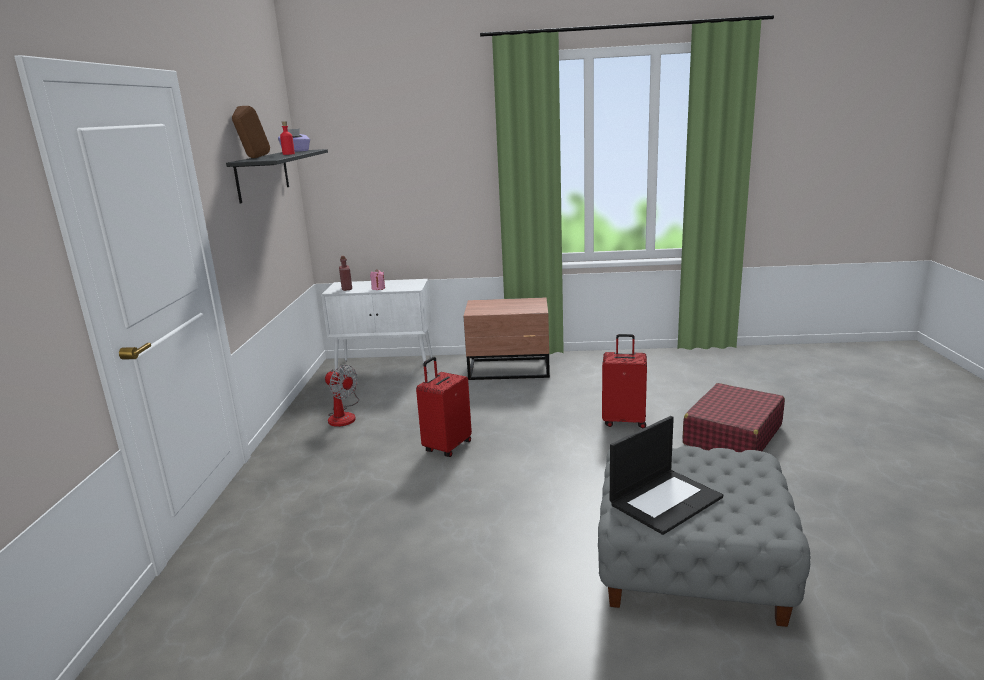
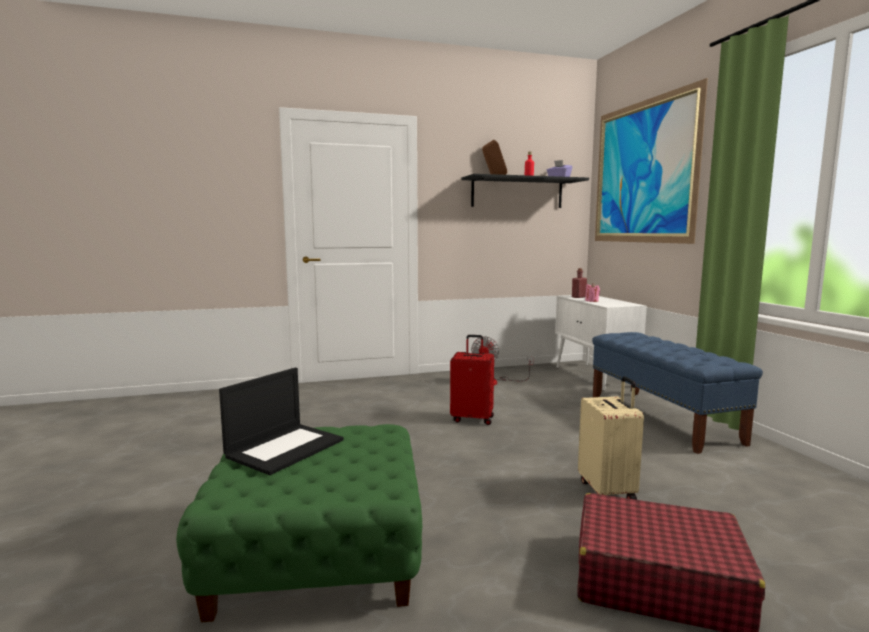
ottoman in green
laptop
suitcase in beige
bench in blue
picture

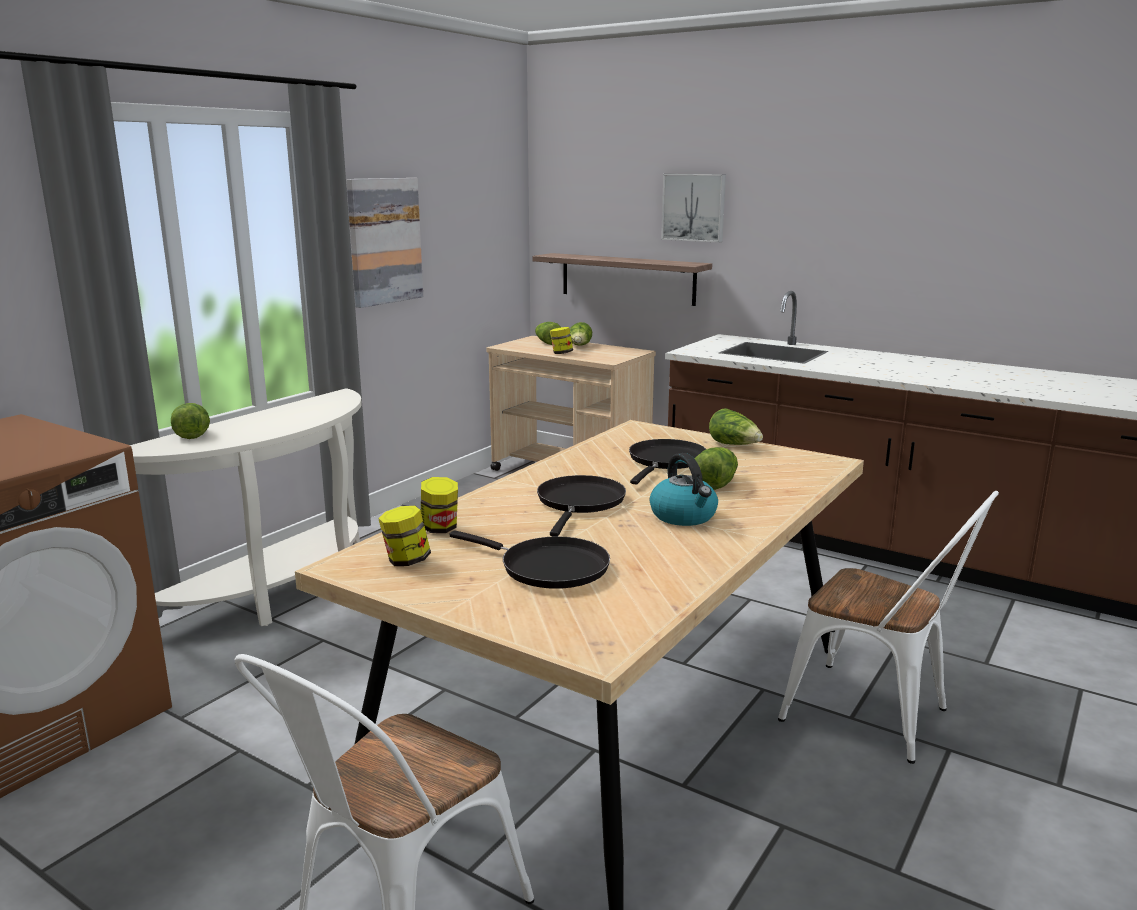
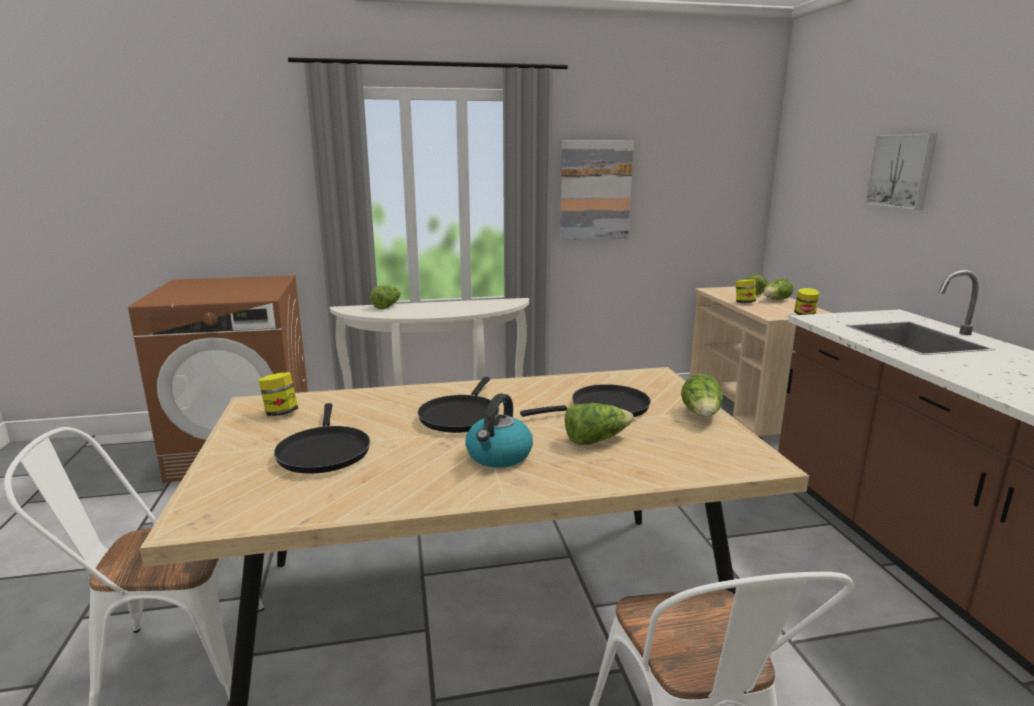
frying pan in black (no. 2 from left)
jar (no. 3 from left)
shelf

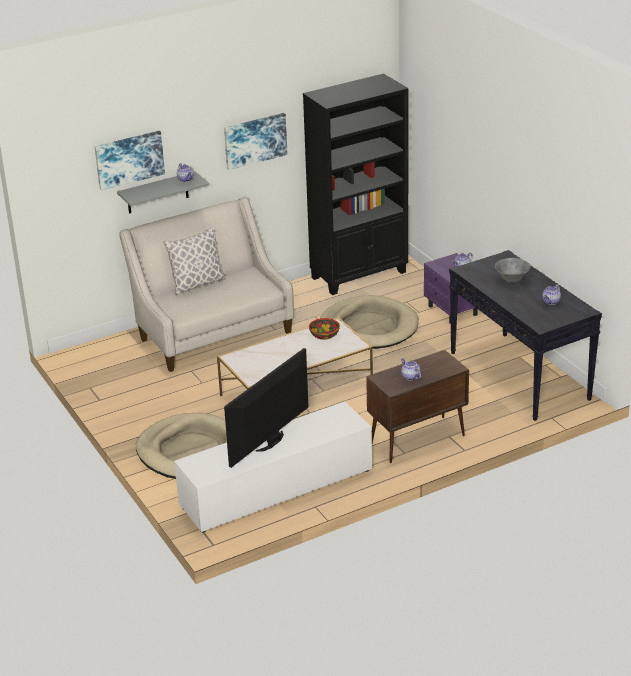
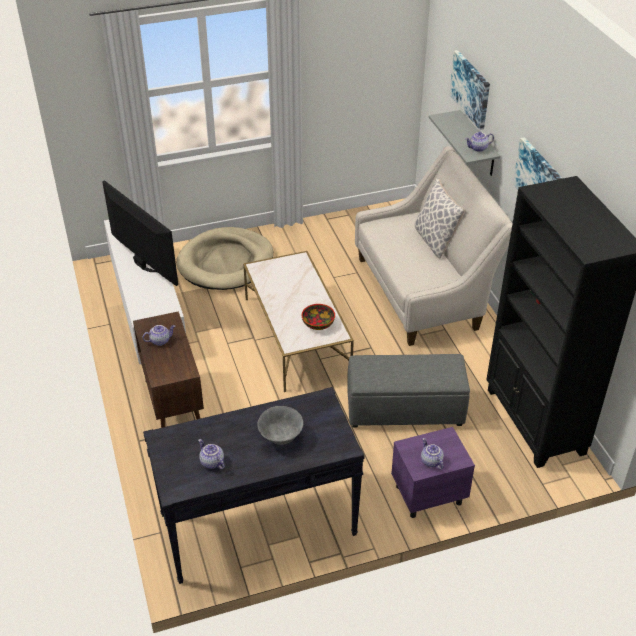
ottoman in grey

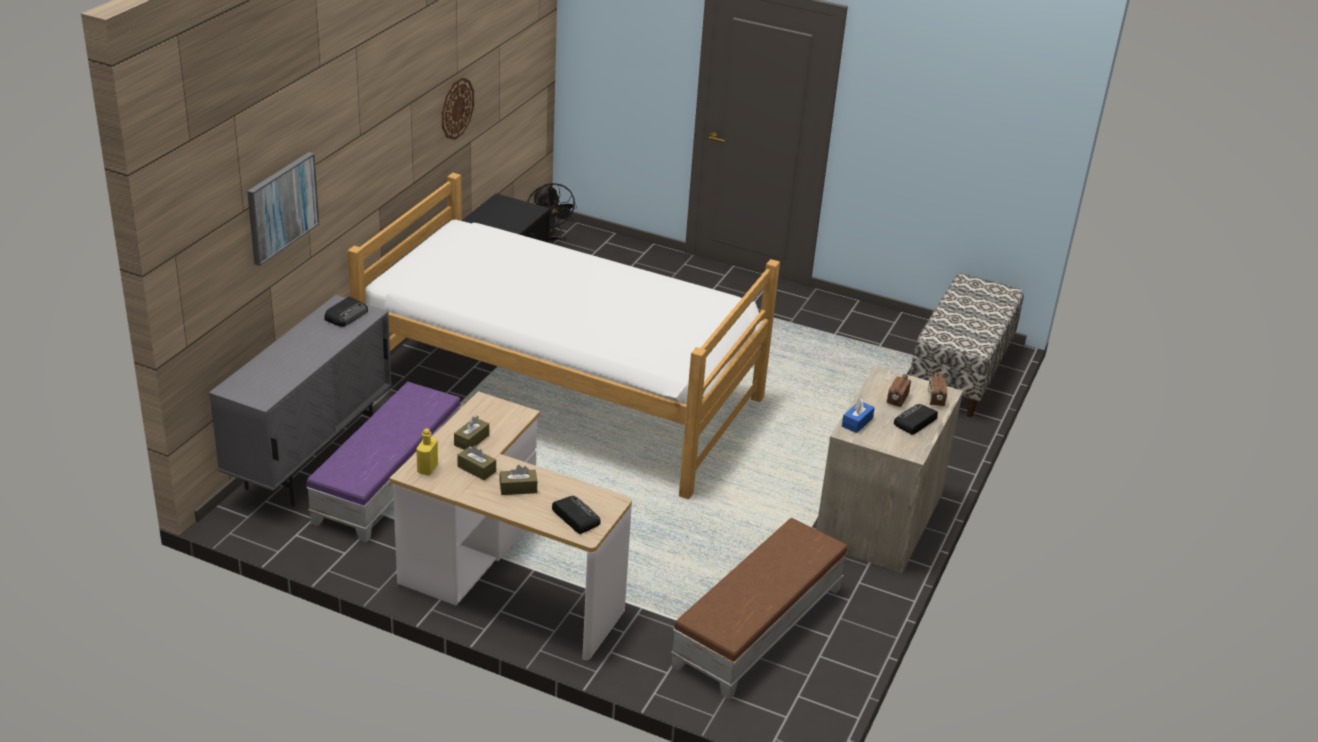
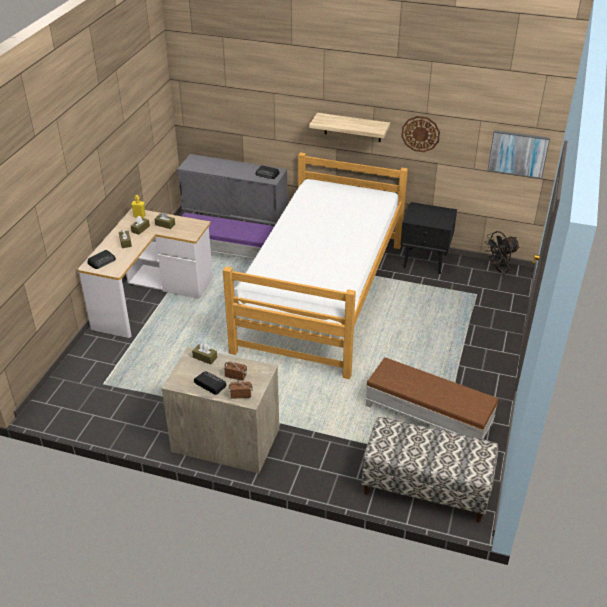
tissue box in brown (no. 4 from left)
shelf
ottoman in brown
picture

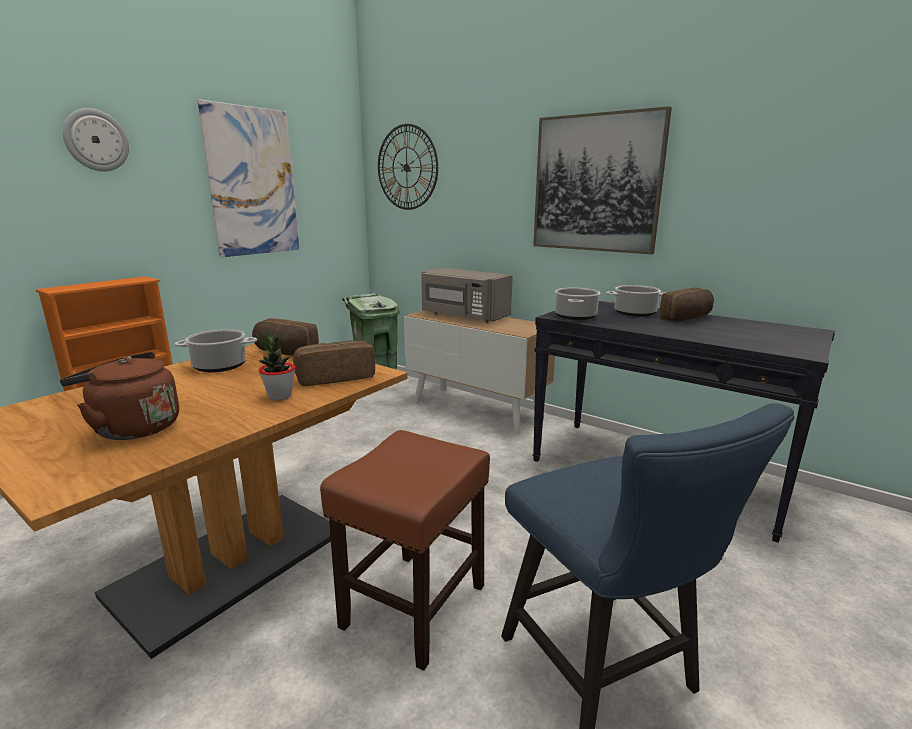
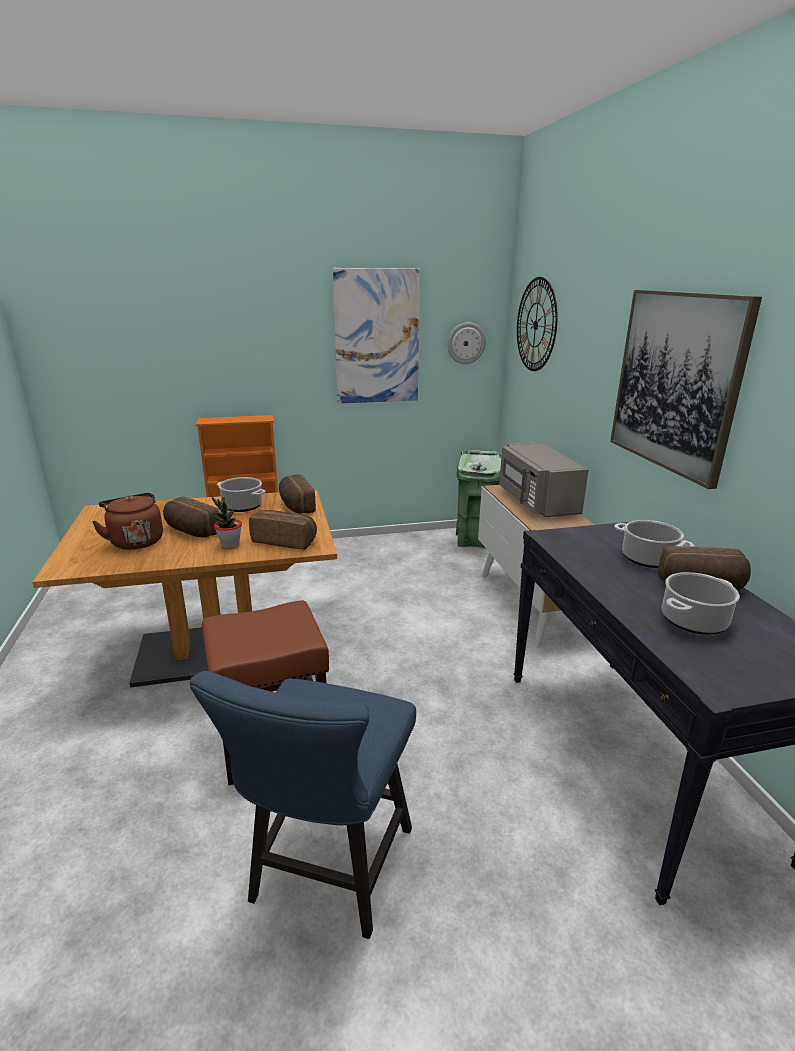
bread (no. 1 from left)
wall clock (no. 1 from left)
cooking pot (no. 3 from left)

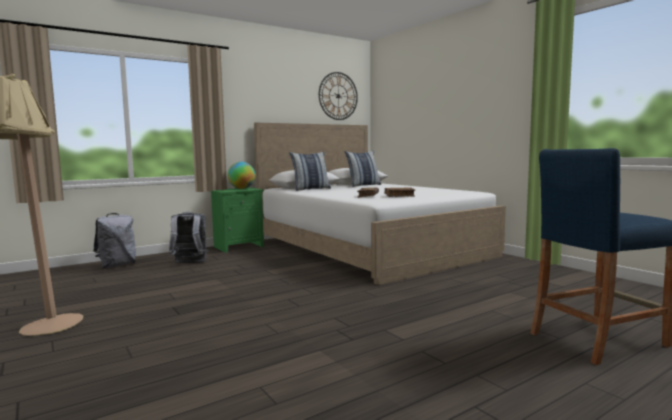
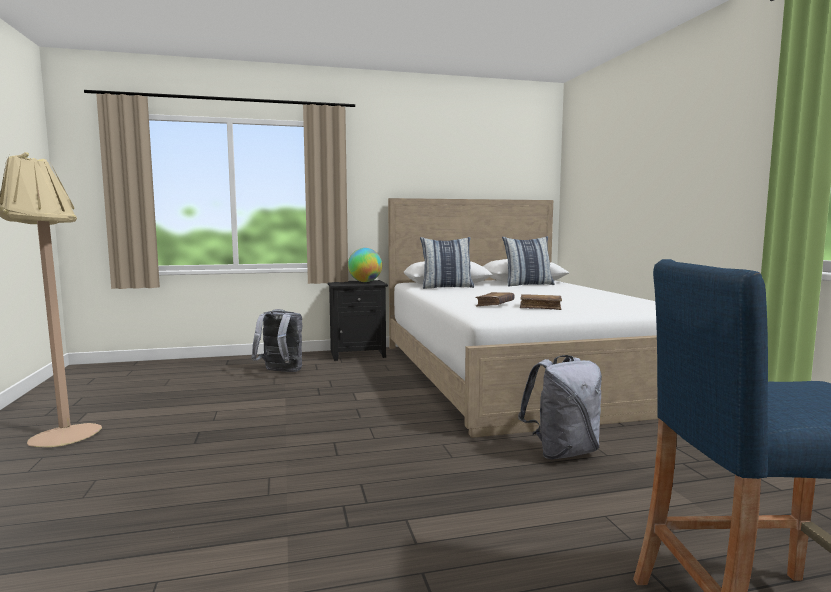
nightstand in black
backpack in grey (no. 2 from left)
wall clock

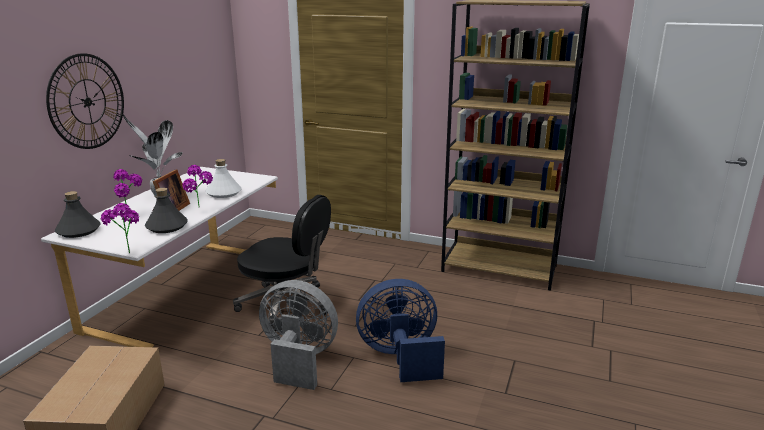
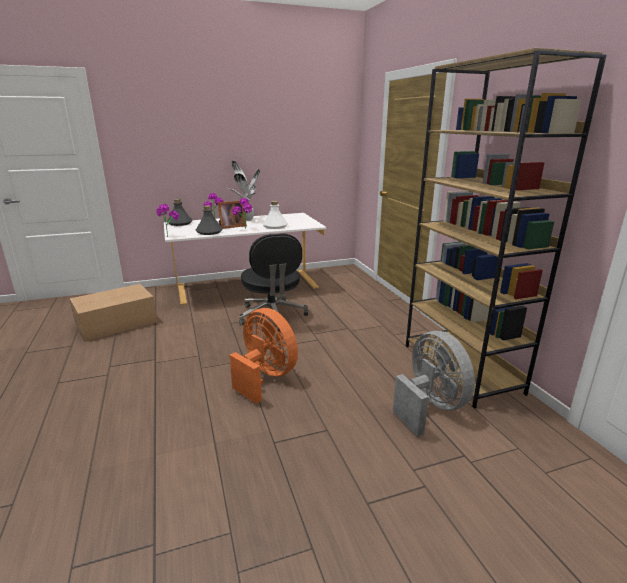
fan in orange
fan in grey
wall clock

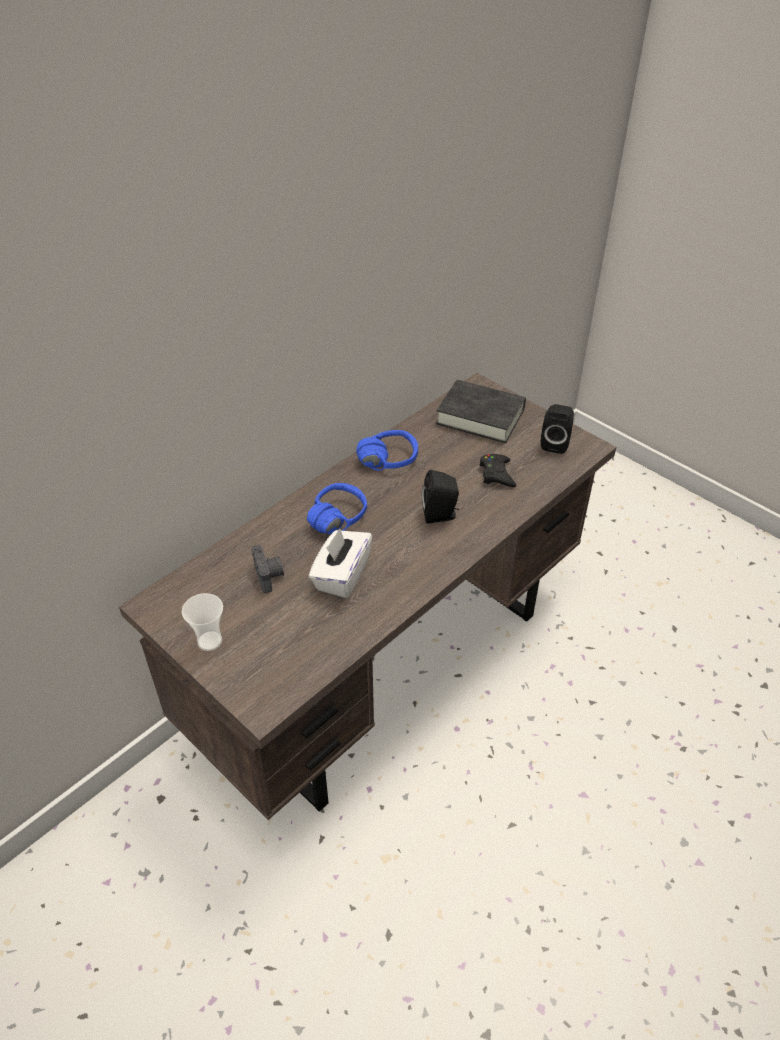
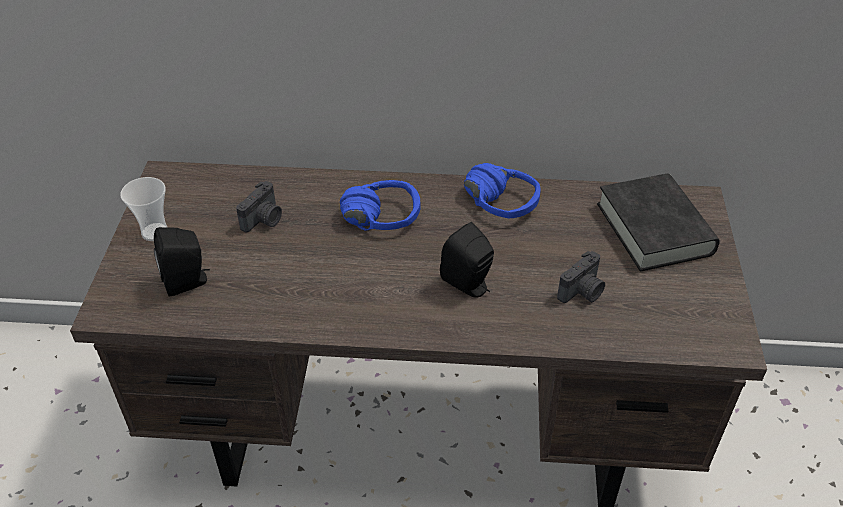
speaker in black (no. 1 from left)
photo camera (no. 2 from left)
tissue box in white

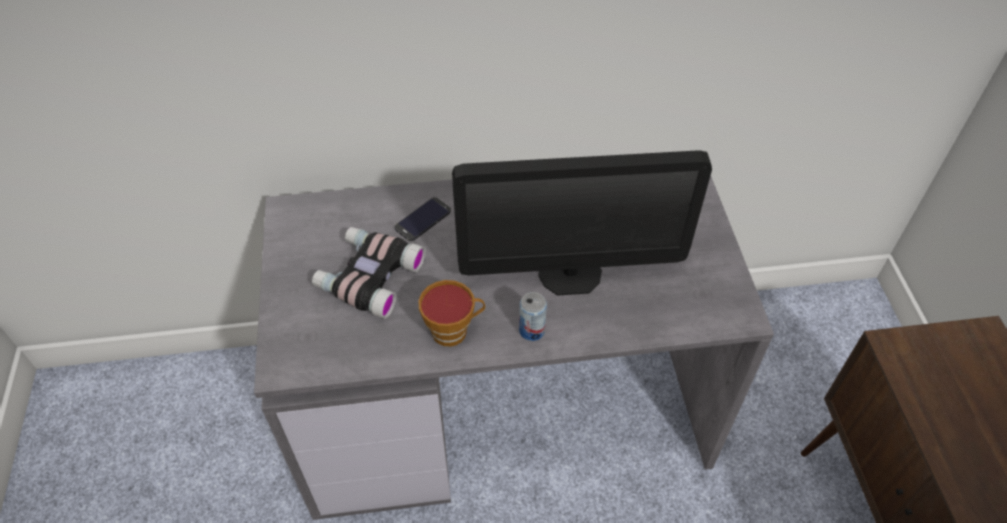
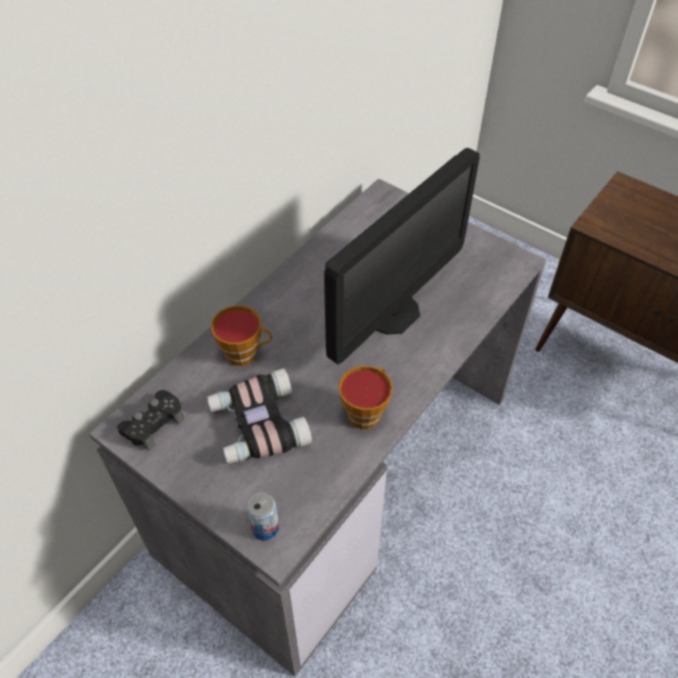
game controller in black
cup (no. 1 from left)
can

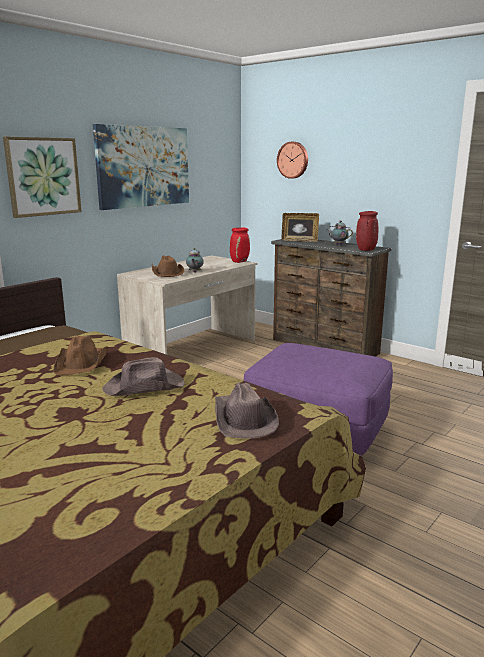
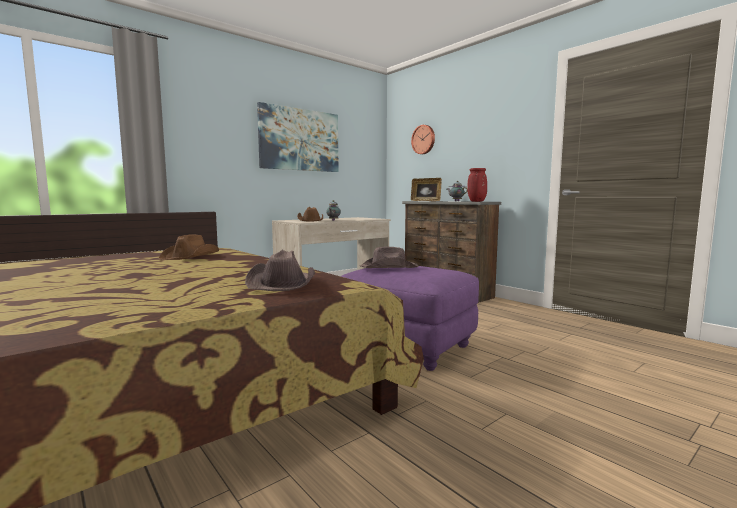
hat in brown (no. 4 from left)
picture (no. 1 from left in the first image)
vase in red (no. 1 from left in the first image)

